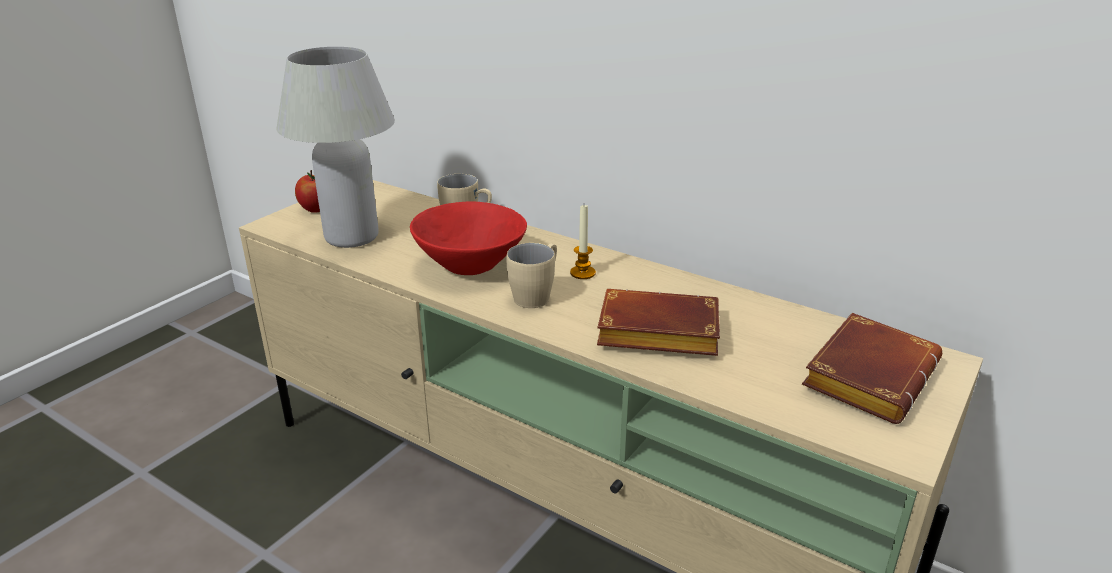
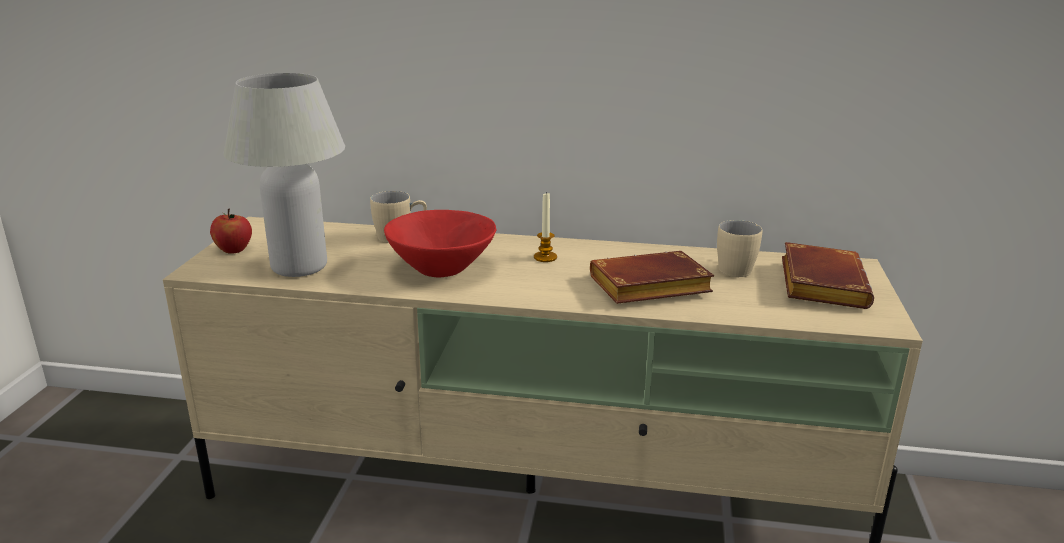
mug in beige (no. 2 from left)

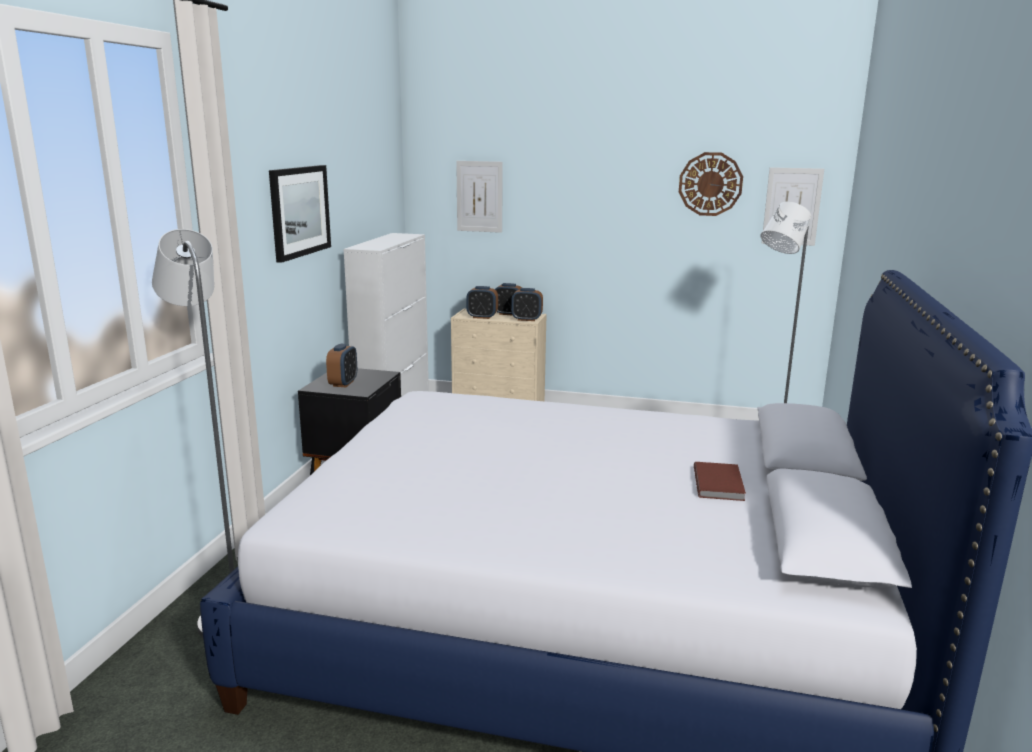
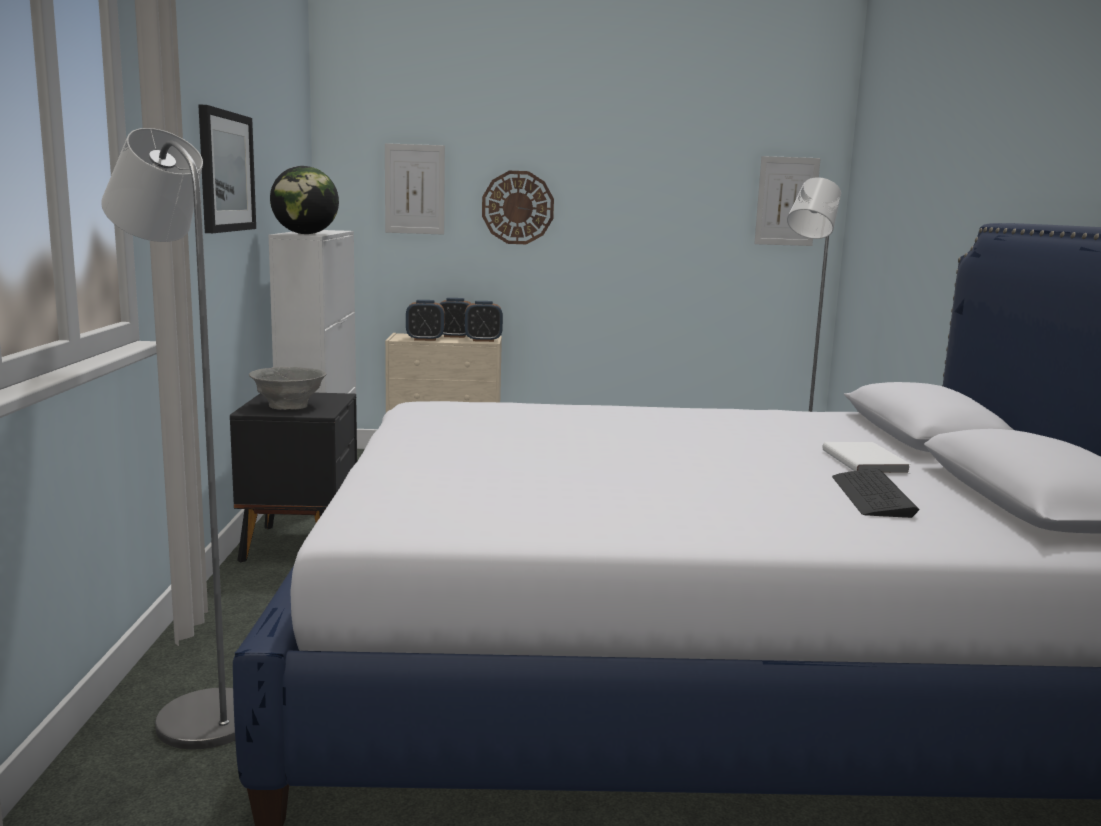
bowl in grey
globe
wall clock
book in white
keyboard

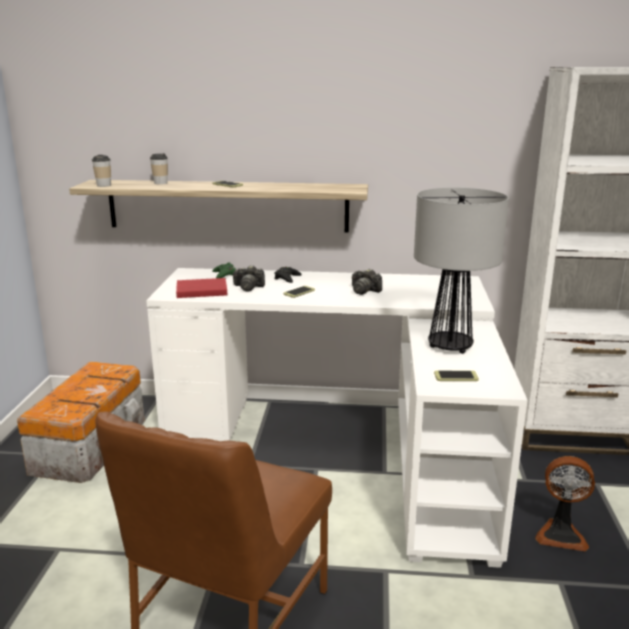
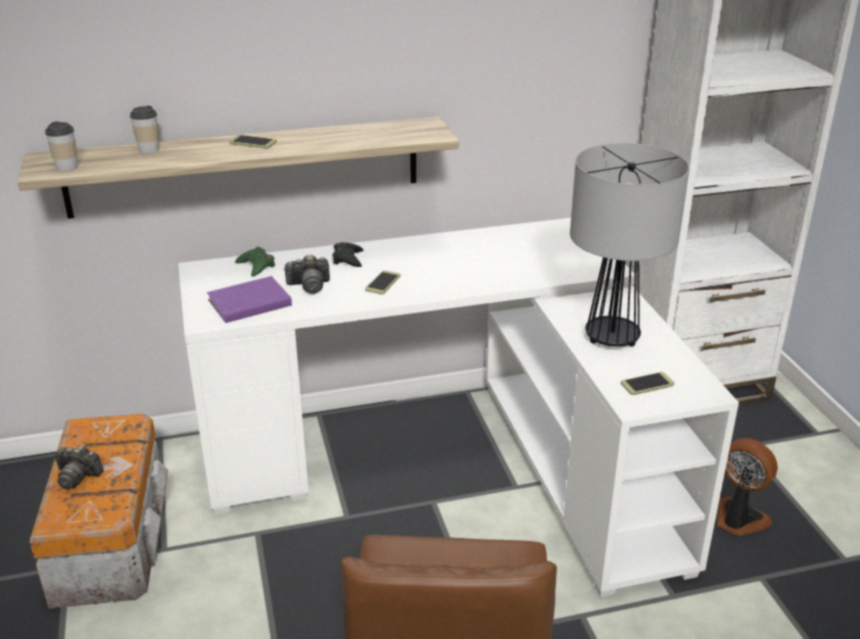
photo camera (no. 1 from left)
book in purple
fan

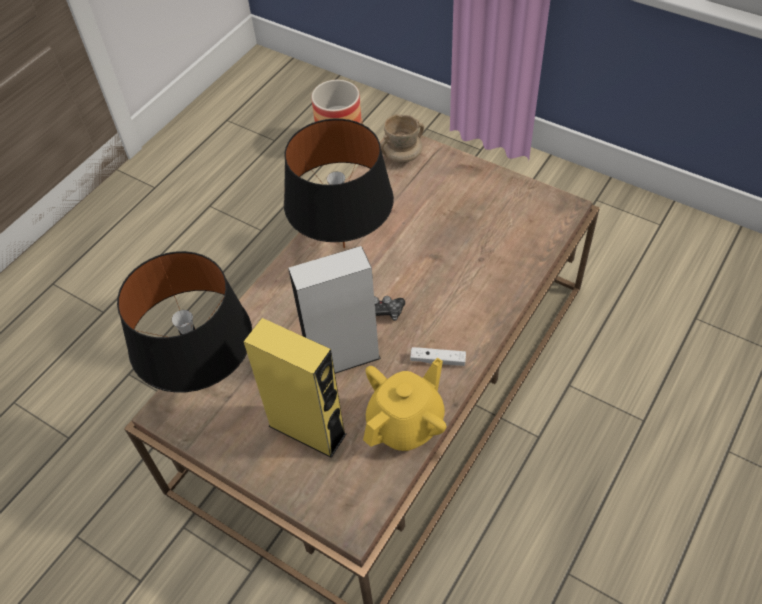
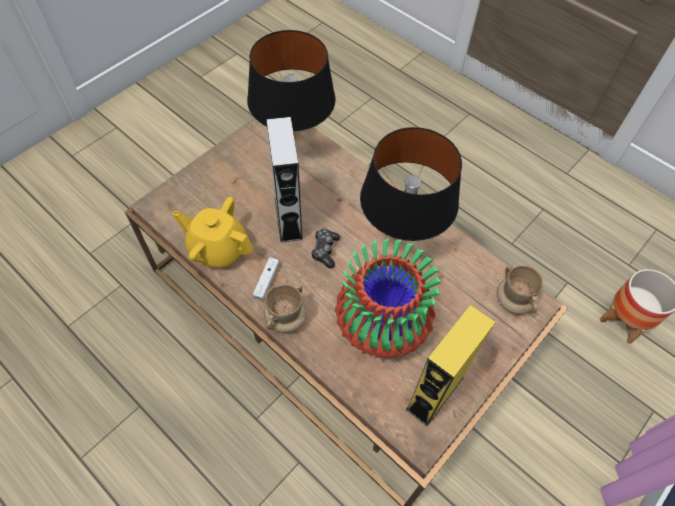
teapot in yellow
mug in beige (no. 1 from left)
vase
speaker in yellow

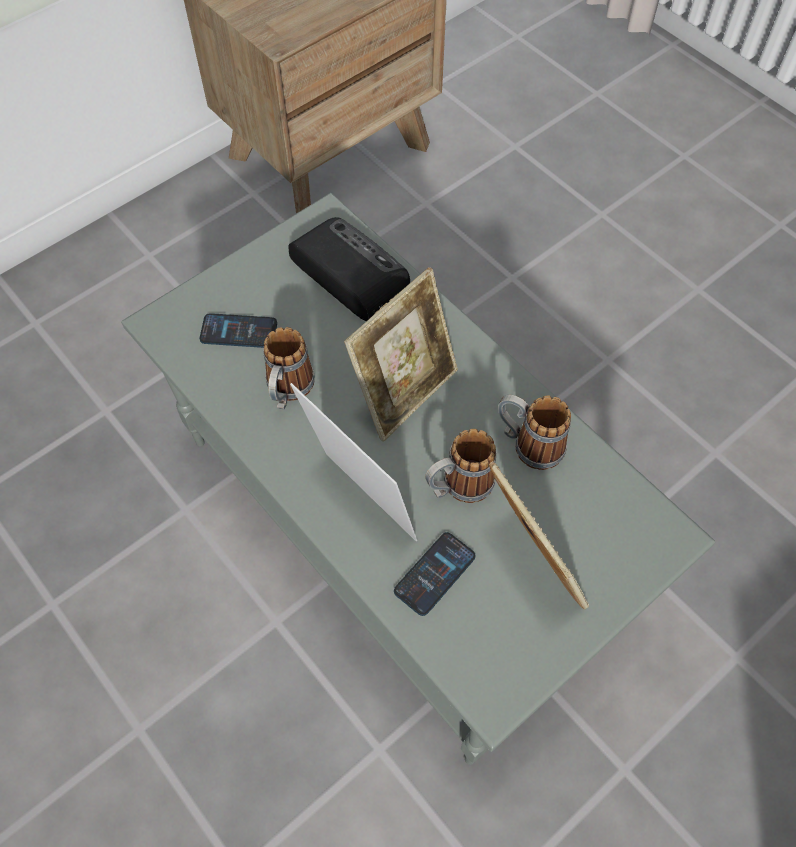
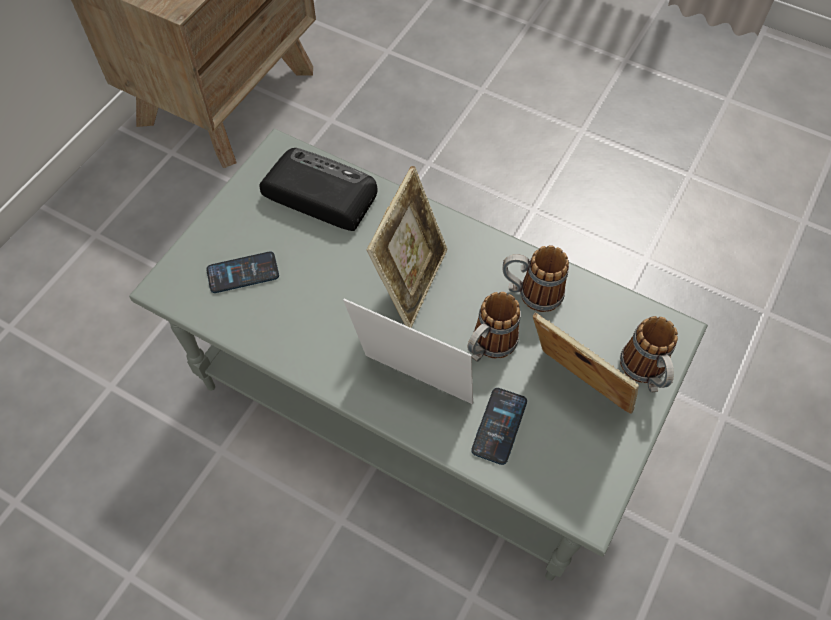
mug (no. 3 from left)

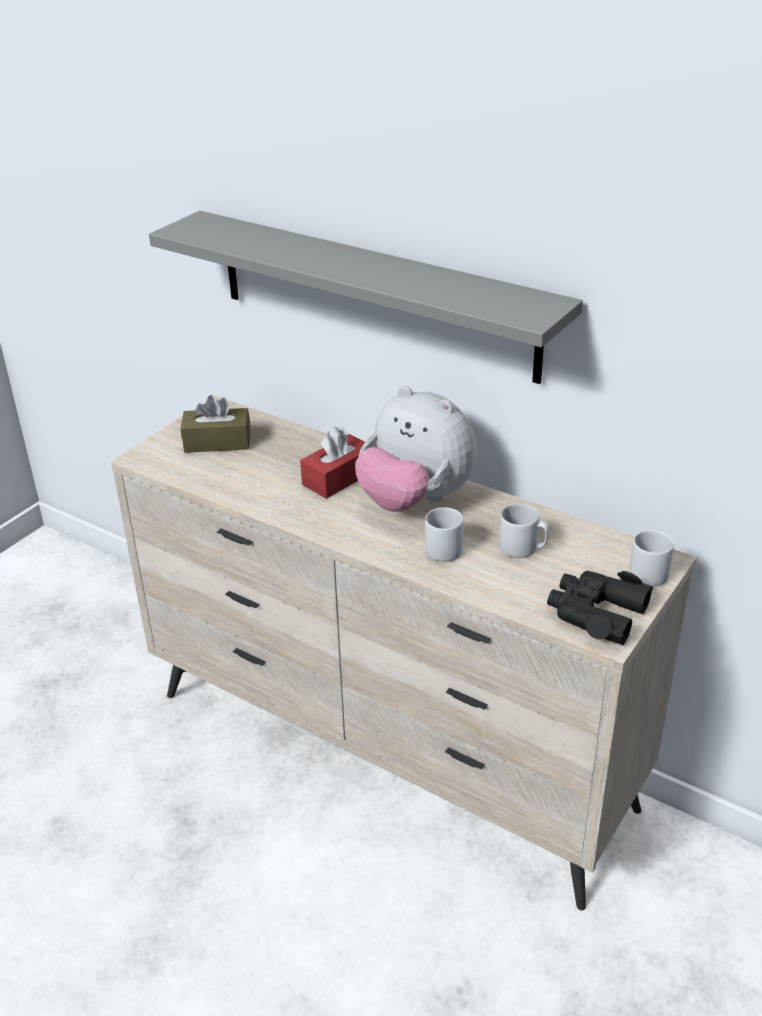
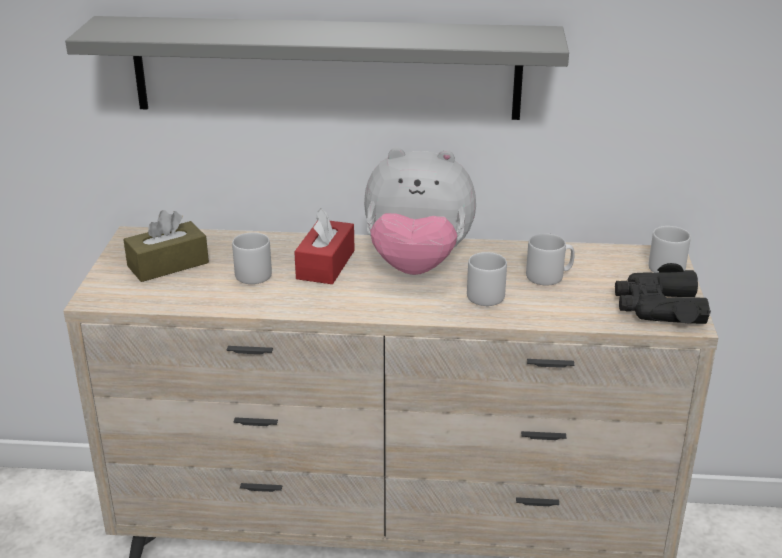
mug in grey (no. 1 from left)

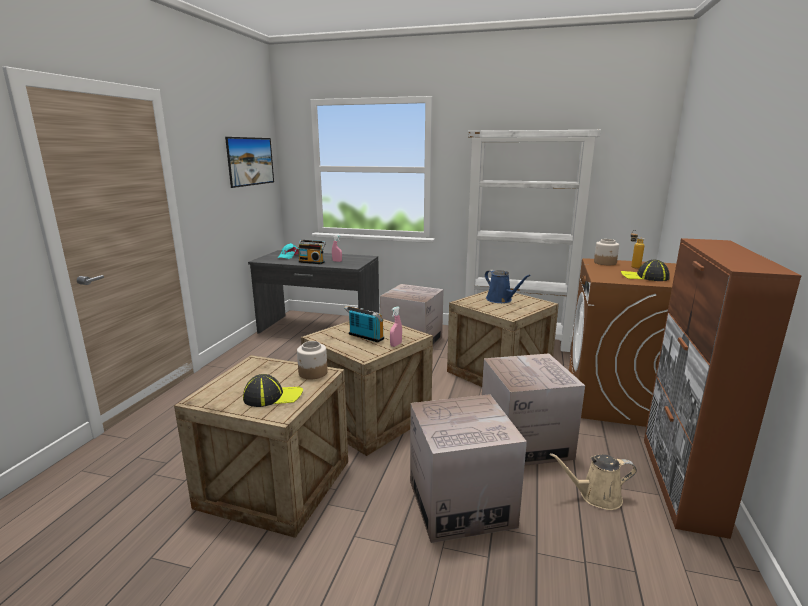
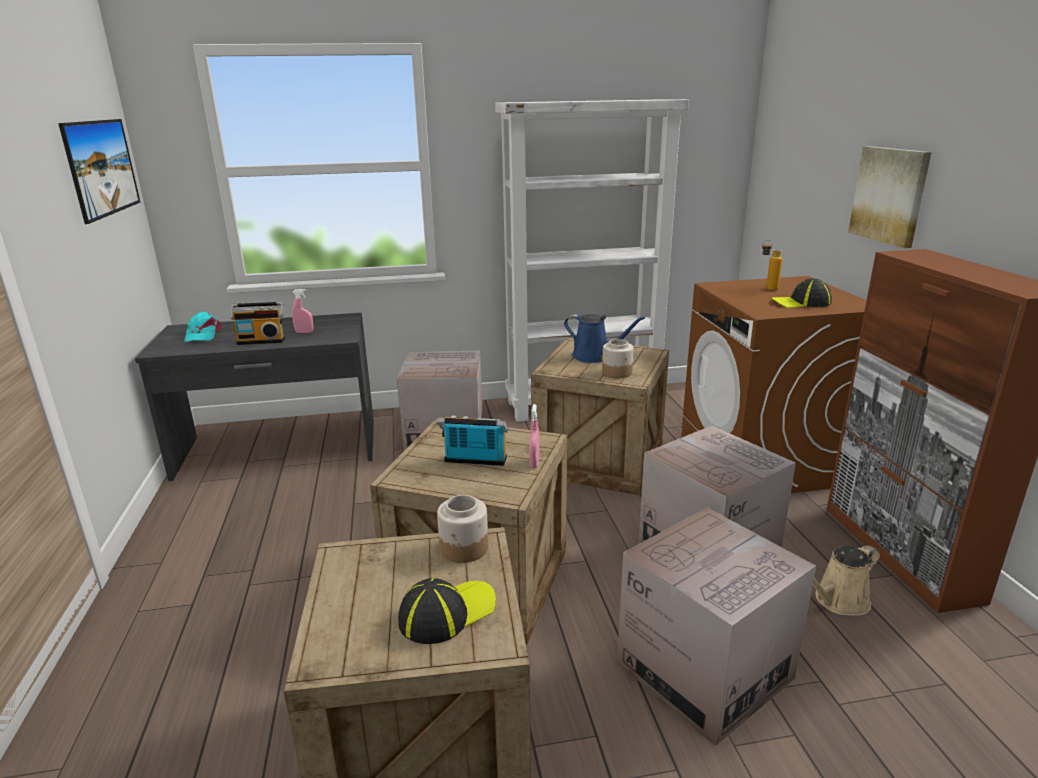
jar (no. 2 from left)
picture (no. 2 from left)

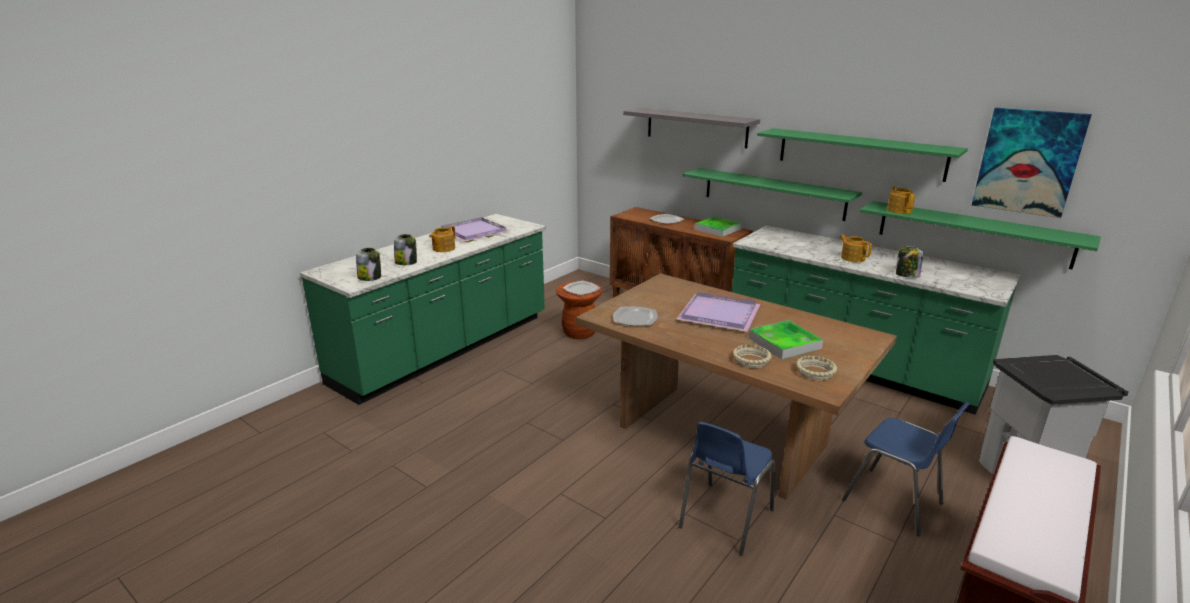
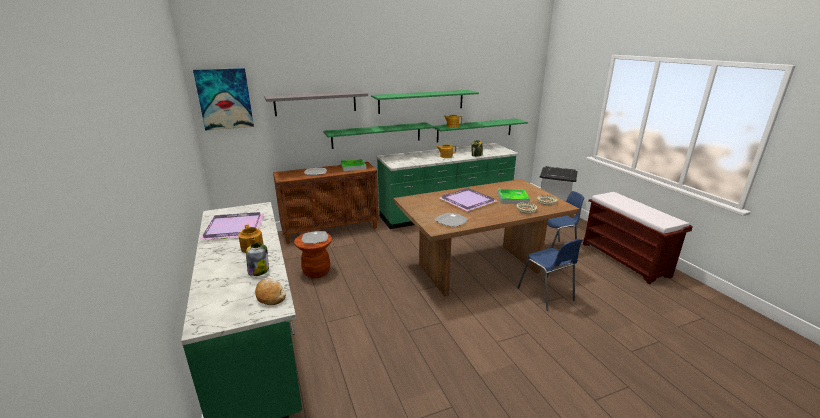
picture
bread

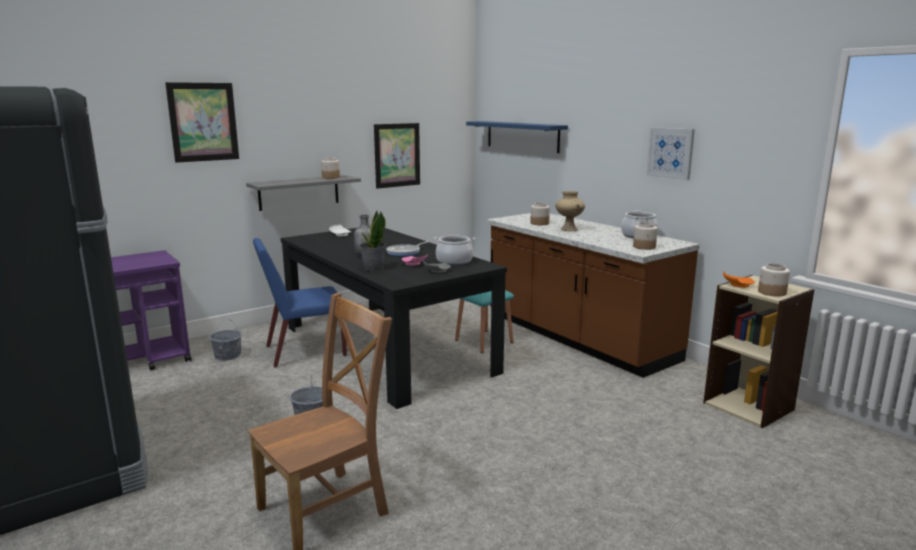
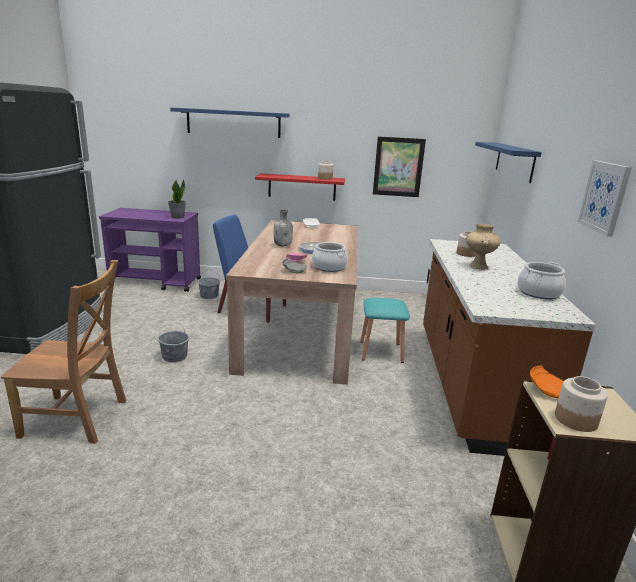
potted plant
shelf in blue (no. 1 from left)
dining table in beige
shelf in red
jar (no. 3 from left in the first image)

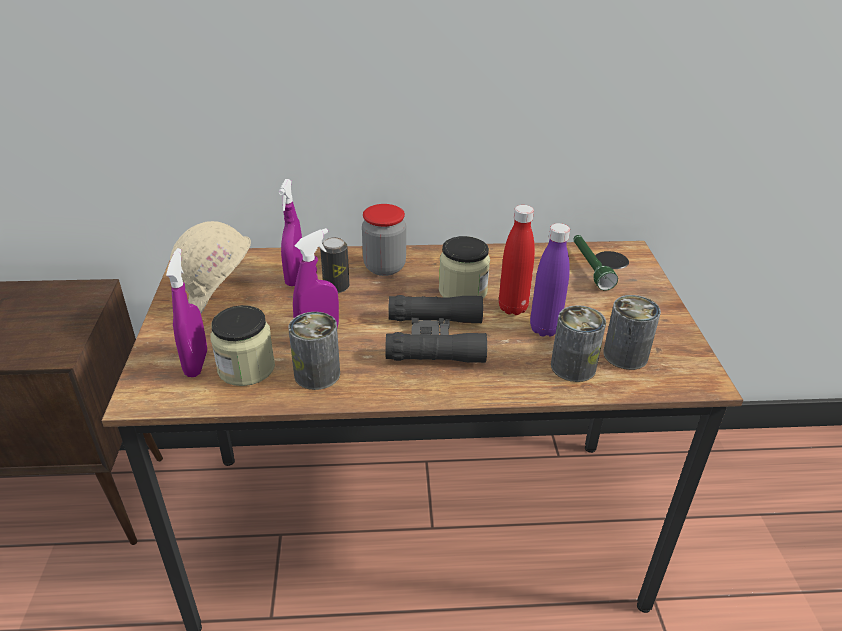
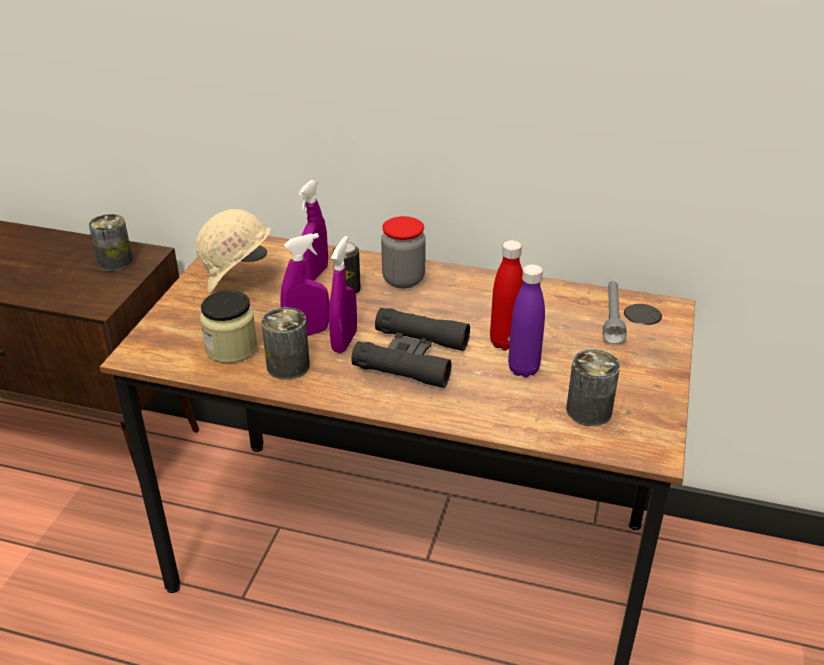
can (no. 1 from left)
spray bottle in purple (no. 3 from left)
flashlight in grey
jar (no. 3 from left in the first image)

